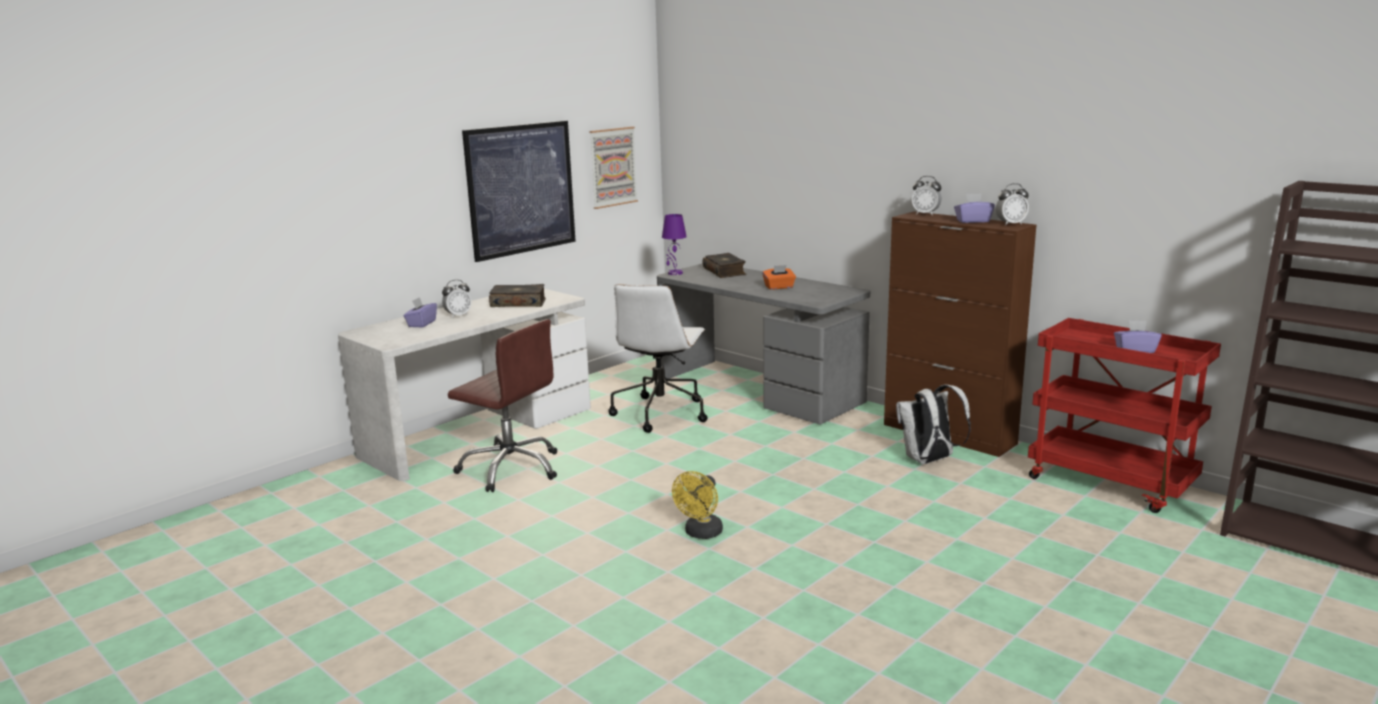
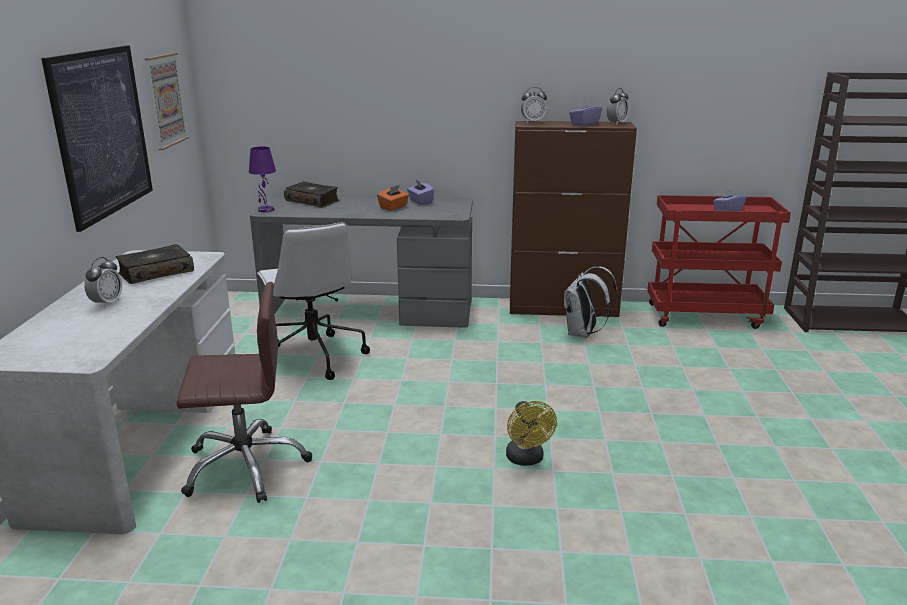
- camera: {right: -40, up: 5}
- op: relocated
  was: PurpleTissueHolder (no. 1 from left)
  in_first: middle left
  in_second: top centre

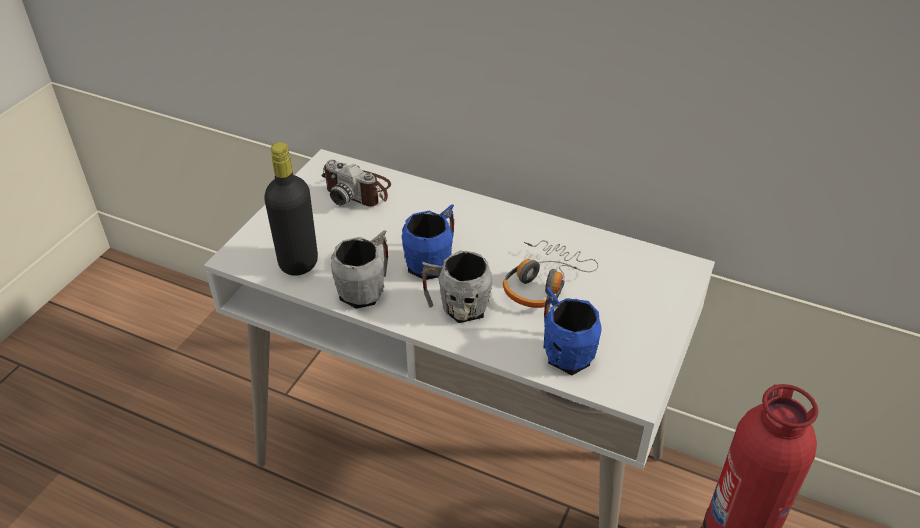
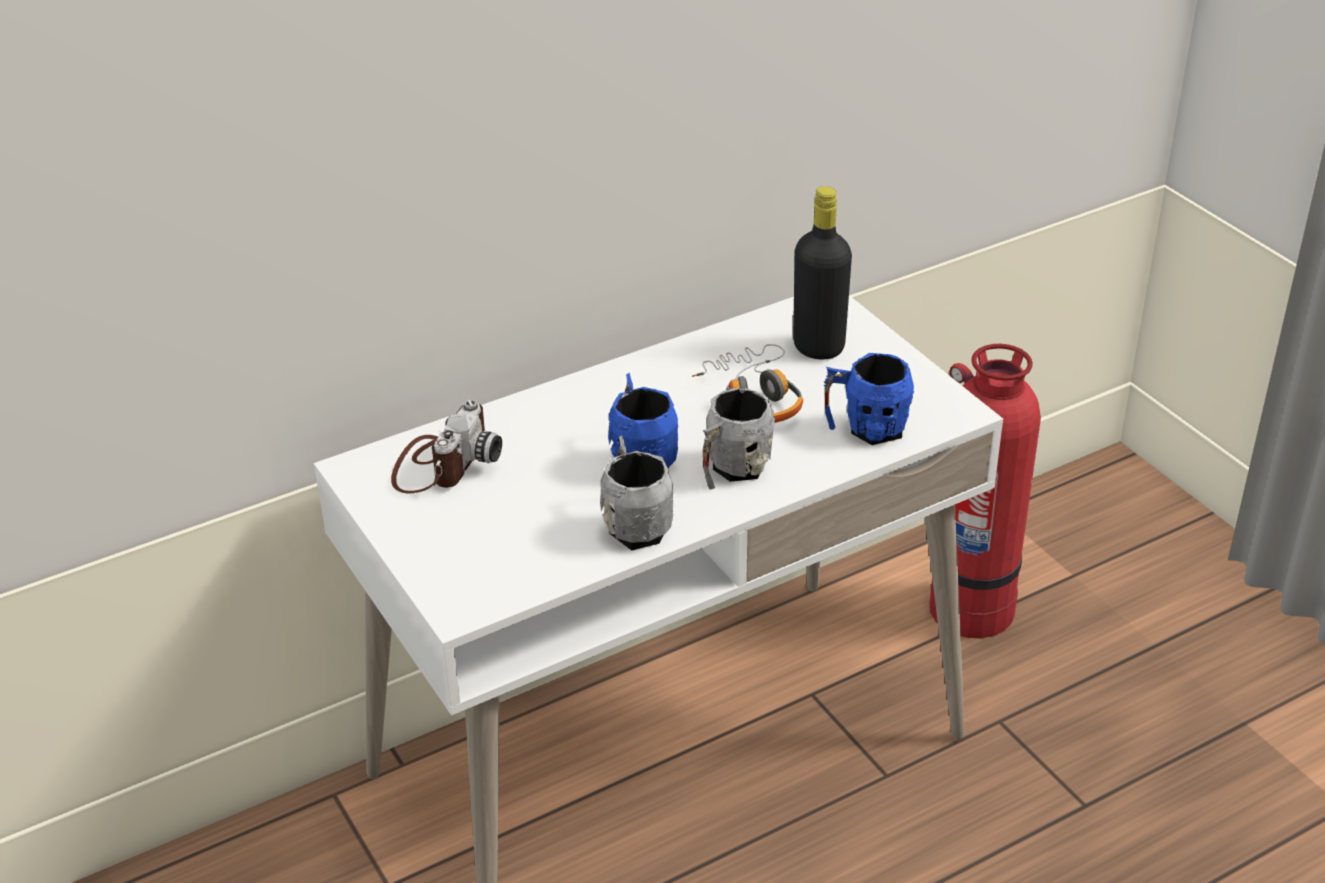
- camera: {right: -55, up: -5}
- op: relocated
  was: BlackishDrinkBottle
  in_first: middle left
  in_second: top centre
- op: spun
  was: StillCamera
  in_first: centre
  in_second: centre
  clockwise: -45

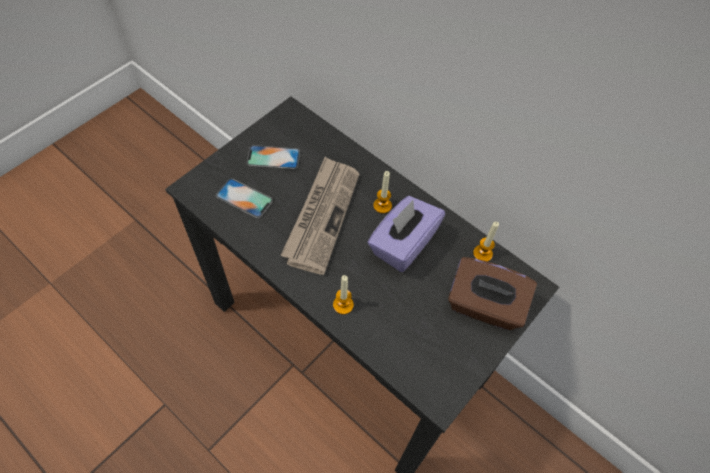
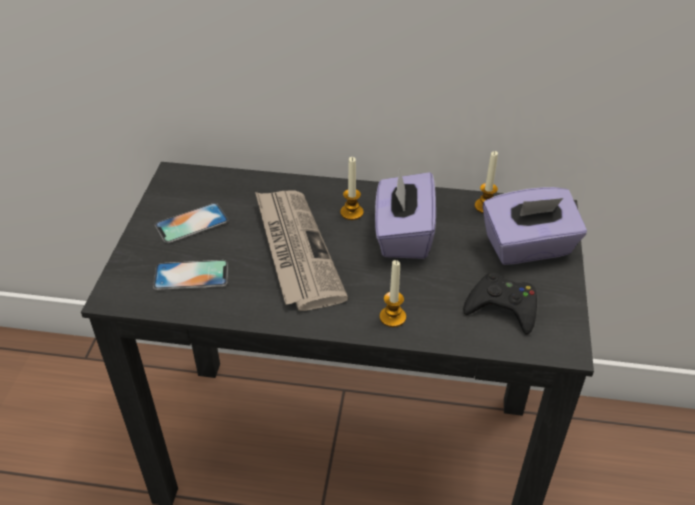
- camera: {right: -30, up: -15}
- op: appeared
  now: BlackishJoypad
  in_second: middle right
- op: colour
  was: BrownishTissueHolder
  now: PurpleTissueHolder (no. 2 from left)
  in_first: middle right
  in_second: middle right

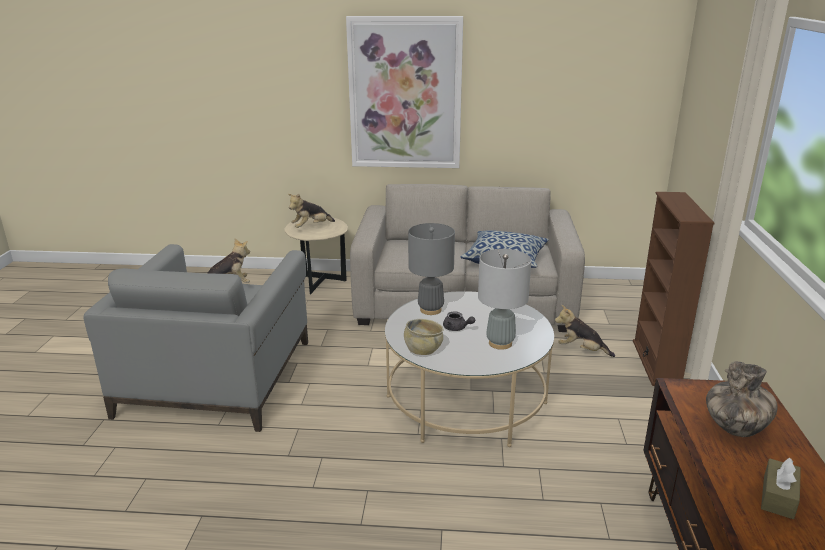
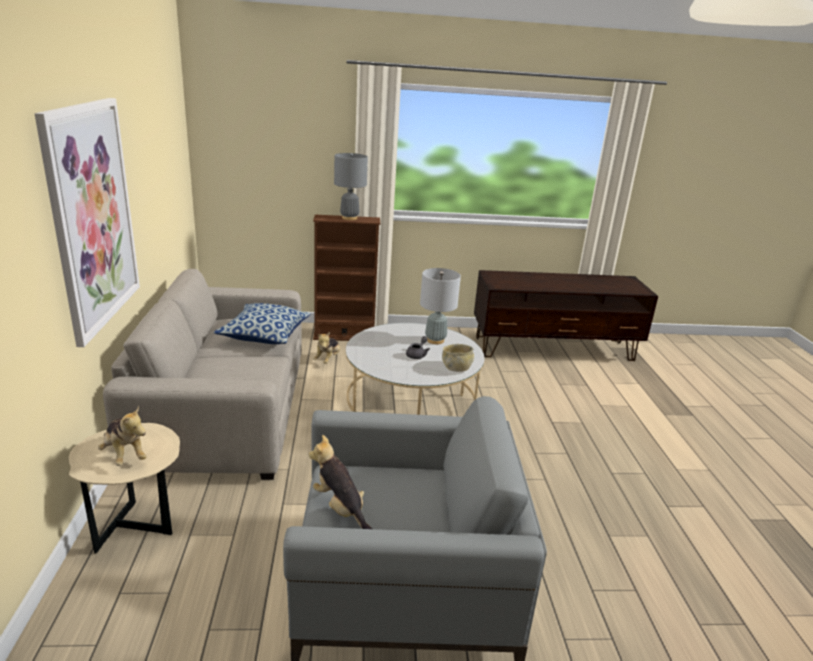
- camera: {right: -100, up: 0}
- op: missing
  was: DecorativeVase
  in_first: bottom right
- op: missing
  was: BrownishTissueHolder
  in_first: bottom right
- op: relocated
  was: GreyishLampForATable (no. 1 from left)
  in_first: centre
  in_second: top centre

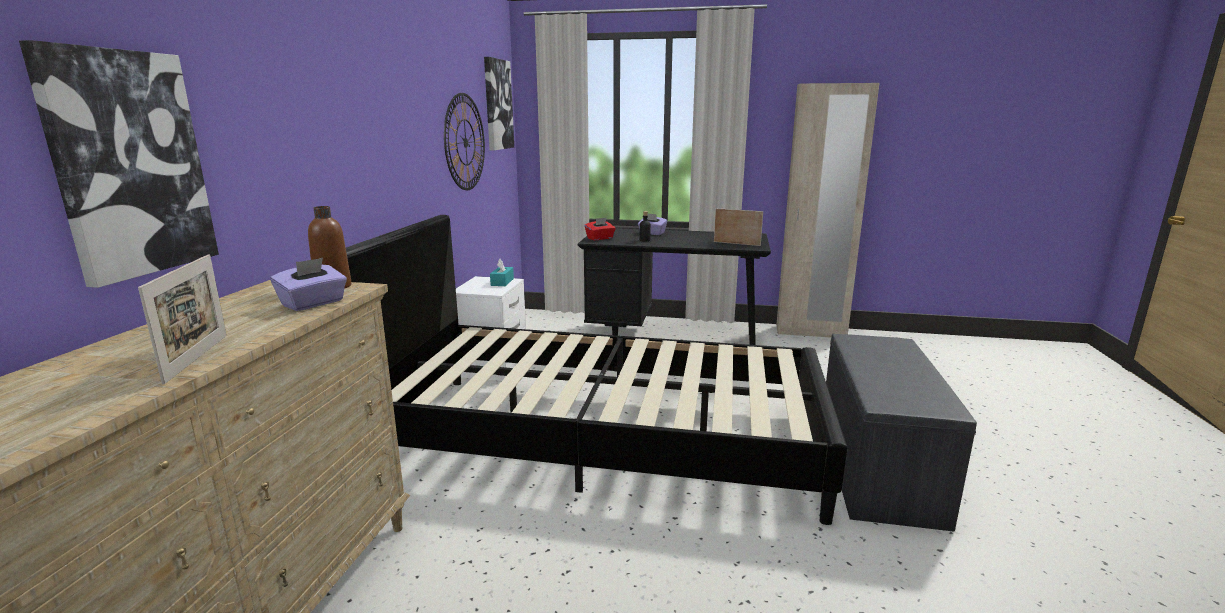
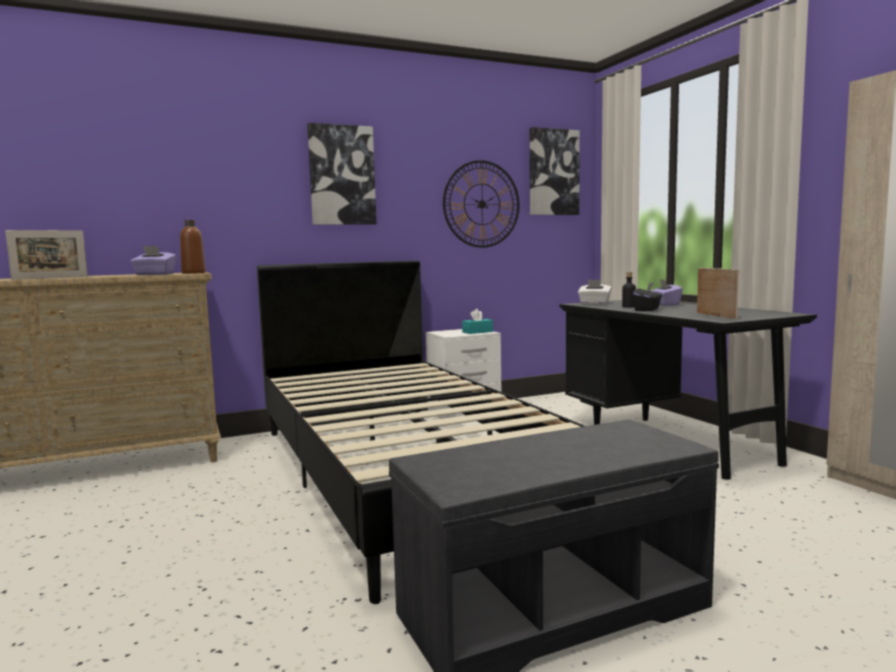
- camera: {right: 55, up: -10}
- op: appeared
  now: BlackishTissueHolder
  in_second: middle right
- op: relocated
  was: Picture (no. 1 from left)
  in_first: top left
  in_second: top centre
- op: colour
  was: RedColouredTissueHolder
  now: WhiteColouredTissueHolder
  in_first: centre
  in_second: centre

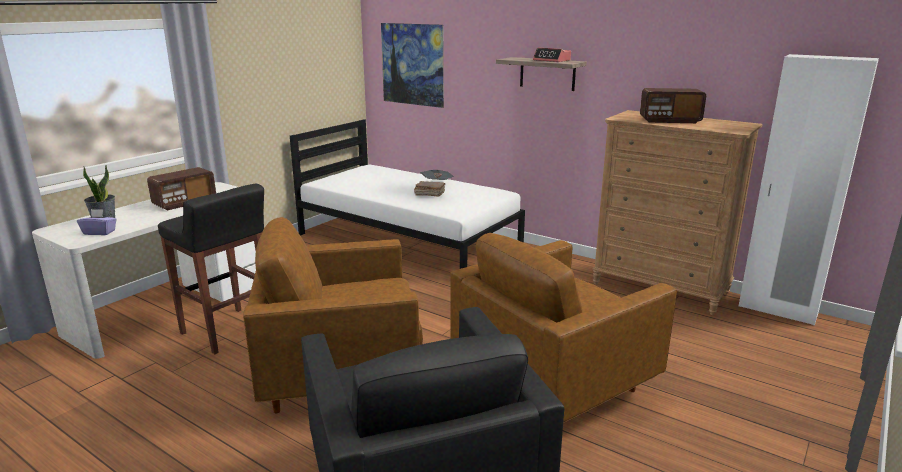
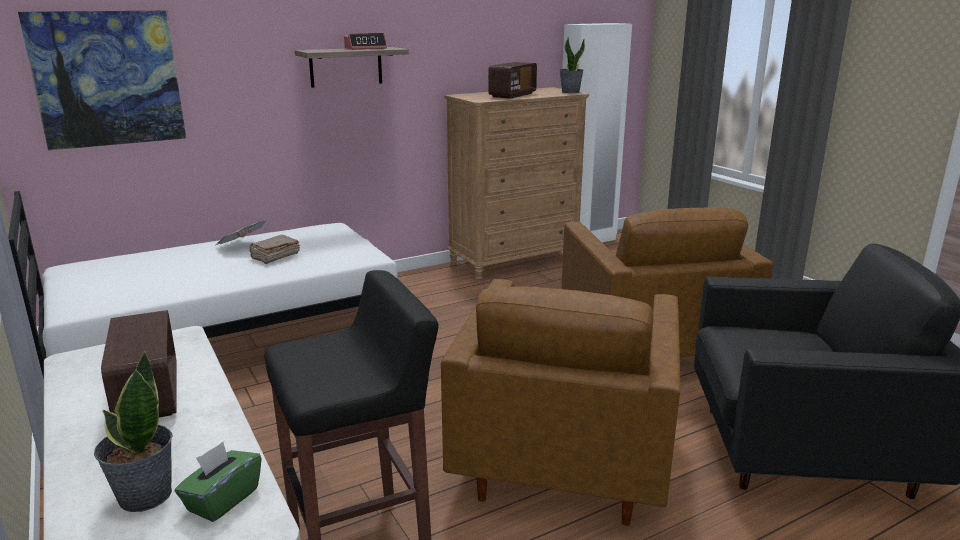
- camera: {right: -65, up: 0}
- op: appeared
  now: Houseplant (no. 2 from left)
  in_second: top centre
- op: colour
  was: PurpleTissueHolder
  now: GreenTissueHolder
  in_first: middle left
  in_second: bottom left

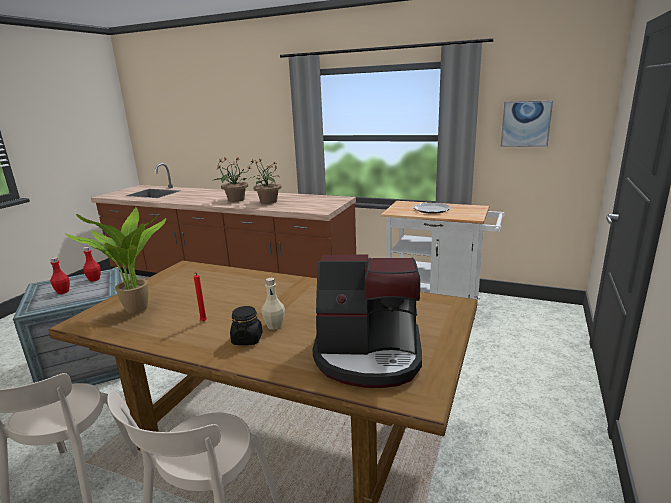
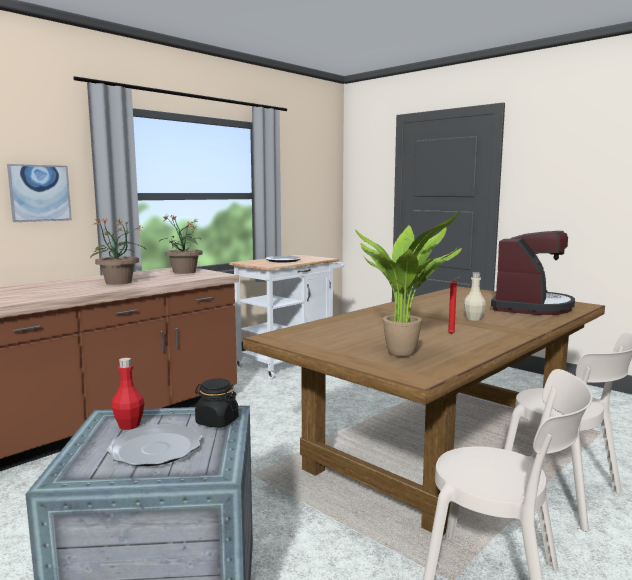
- camera: {right: -70, up: -10}
- op: relocated
  was: Houseplant (no. 2 from left)
  in_first: centre
  in_second: middle left
- op: relocated
  was: BlackishStorageJar
  in_first: centre
  in_second: bottom centre
- op: relocated
  was: Picture
  in_first: top right
  in_second: top left
- op: exchanged
  was: RedColouredDrinkBottle (no. 1 from left)
  now: Plate (no. 1 from left)
  in_first: middle left
  in_second: bottom left

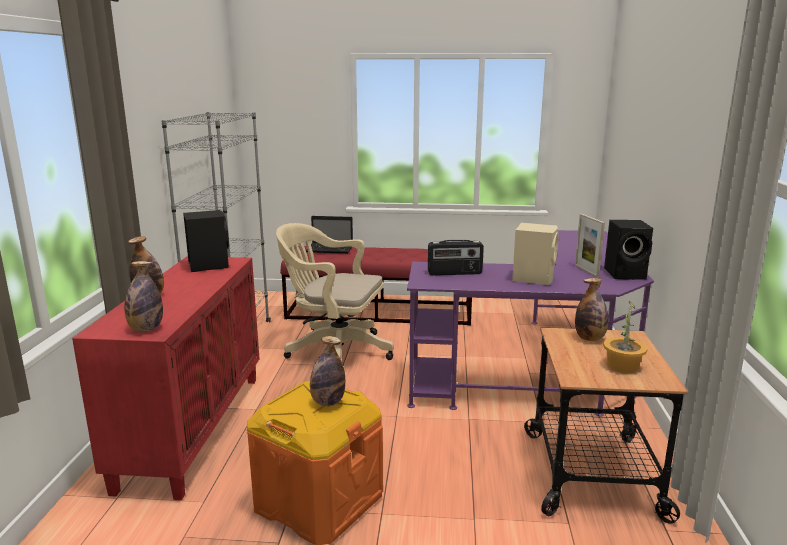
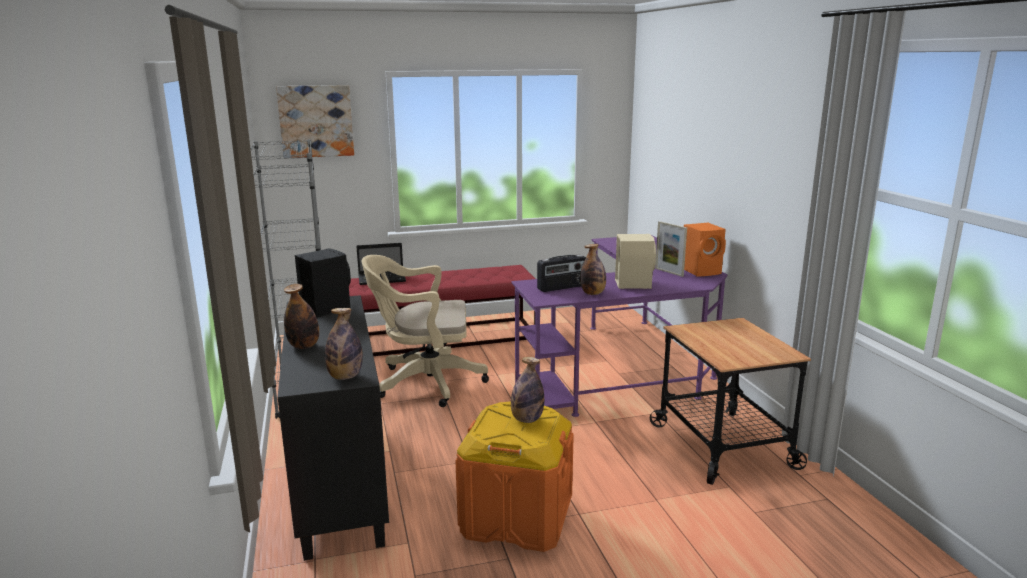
- camera: {right: -20, up: 0}
- op: missing
  was: Houseplant
  in_first: middle right
- op: appeared
  now: Picture
  in_second: top left
- op: relocated
  was: DrinkBottle (no. 4 from left)
  in_first: middle right
  in_second: centre
- op: colour
  was: RedColouredCupboard
  now: BlackishCupboard
  in_first: bottom left
  in_second: bottom left
- op: colour
  was: BlackishSpeaker (no. 2 from left)
  now: OrangeySpeaker
  in_first: middle right
  in_second: middle right

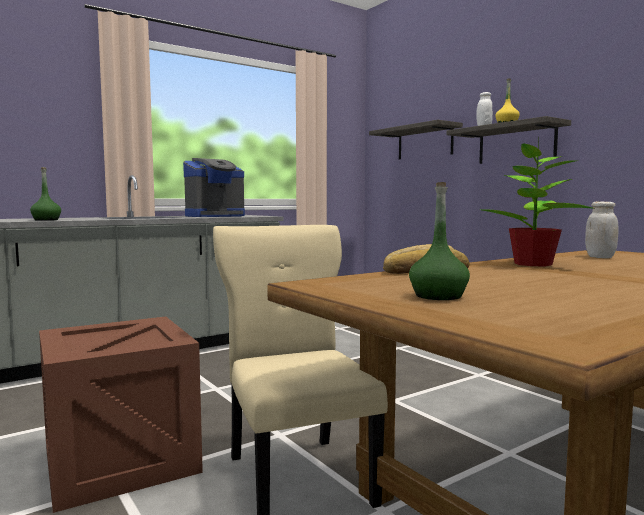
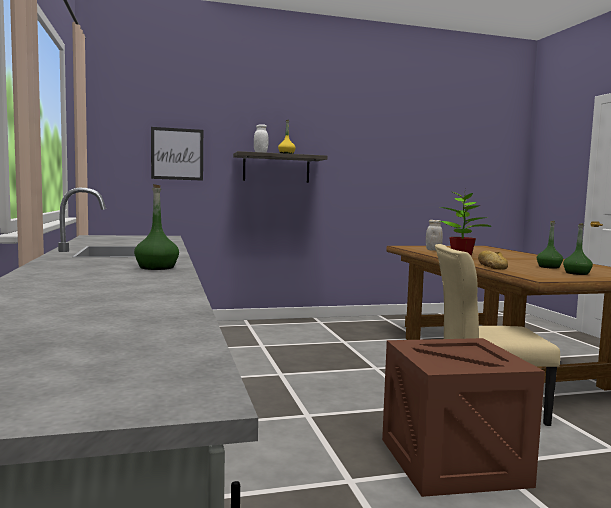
- camera: {right: -70, up: 0}
- op: missing
  was: CoffeeMachine
  in_first: middle left
- op: appeared
  now: GreenDrinkBottle (no. 2 from left)
  in_second: middle right
- op: exchanged
  was: Shelf (no. 1 from left)
  now: Picture
  in_first: top centre
  in_second: top left

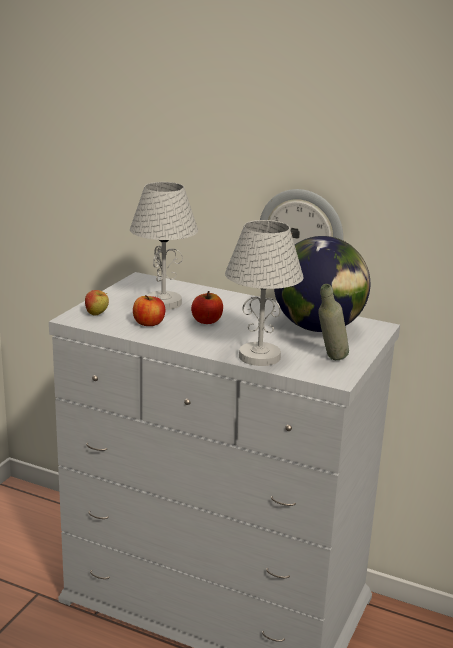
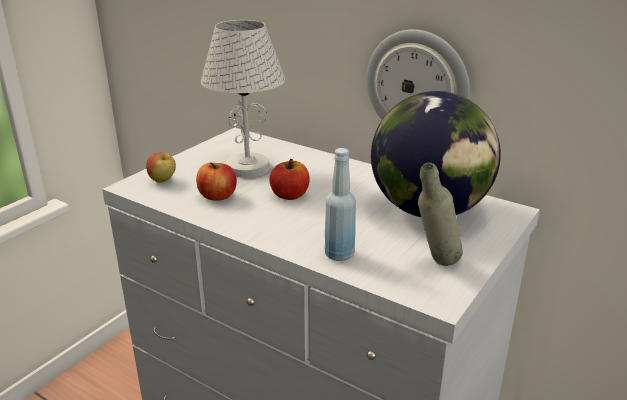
- camera: {right: 10, up: 5}
- op: exchanged
  was: WhiteColouredLampForATable (no. 2 from left)
  now: BlueDrinkBottle
  in_first: centre
  in_second: centre

